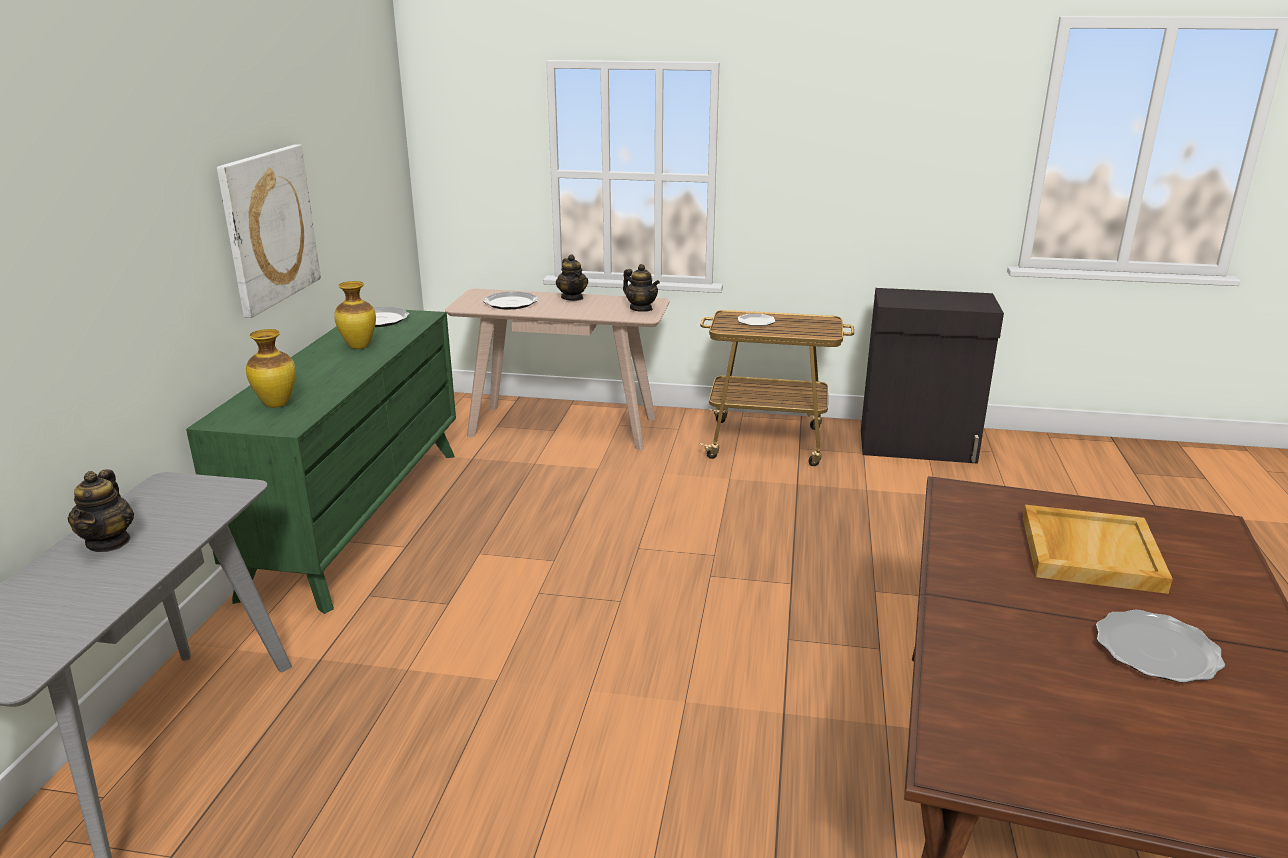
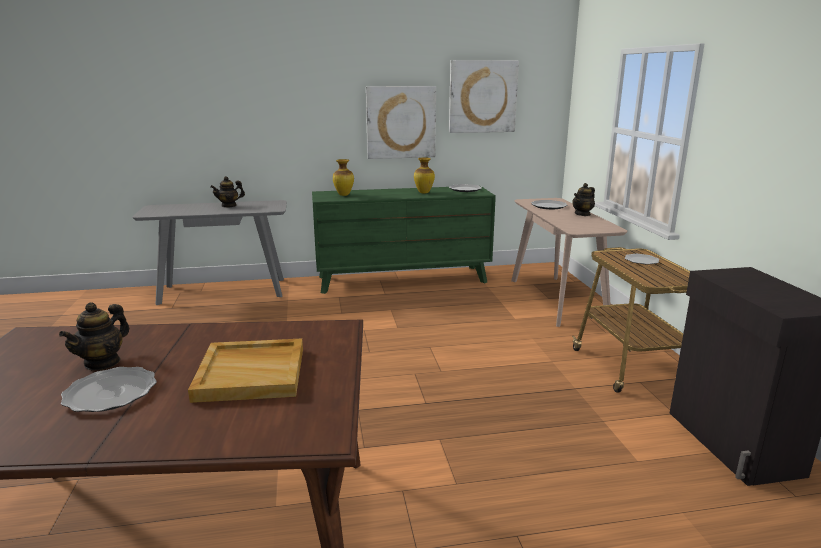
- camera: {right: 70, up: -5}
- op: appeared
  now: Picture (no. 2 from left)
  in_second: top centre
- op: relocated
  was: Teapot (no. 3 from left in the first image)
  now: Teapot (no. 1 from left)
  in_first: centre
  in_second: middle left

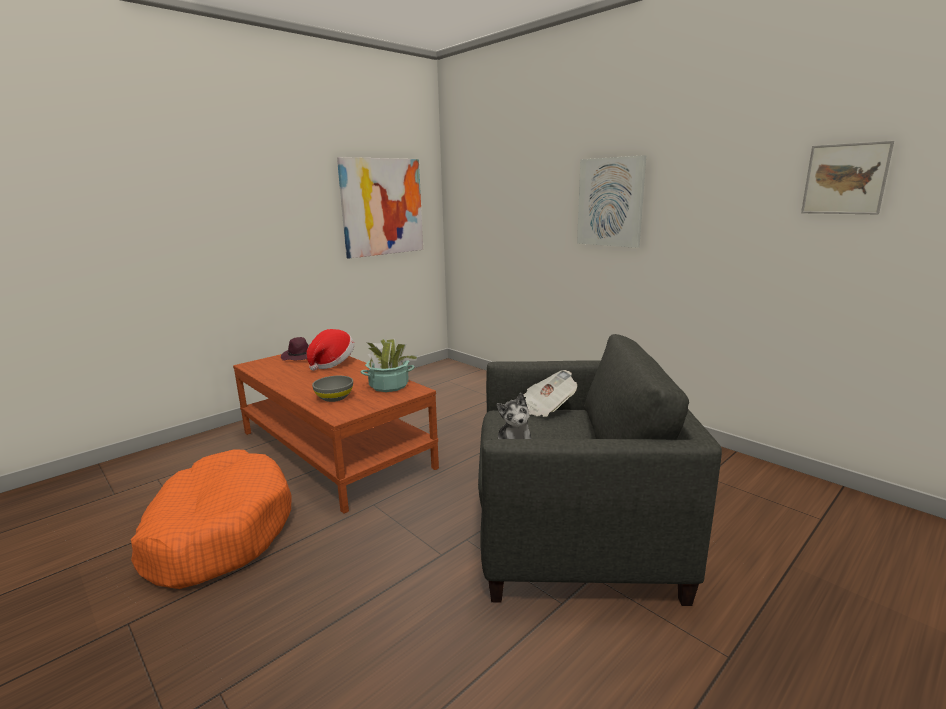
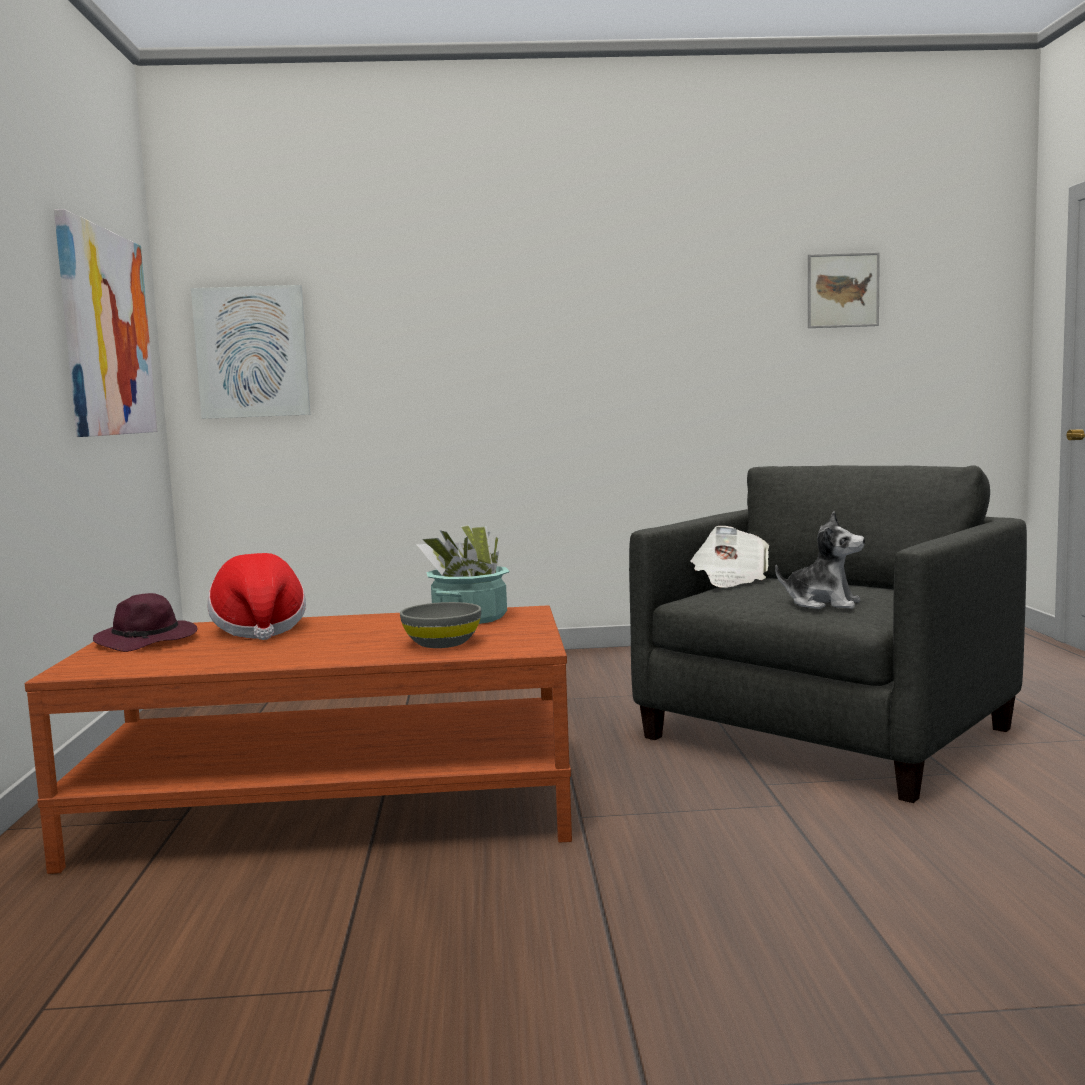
- camera: {right: -50, up: -10}
- op: missing
  was: OrangeyDogBed
  in_first: bottom left
- op: relocated
  was: Picture (no. 2 from left)
  in_first: top centre
  in_second: top left

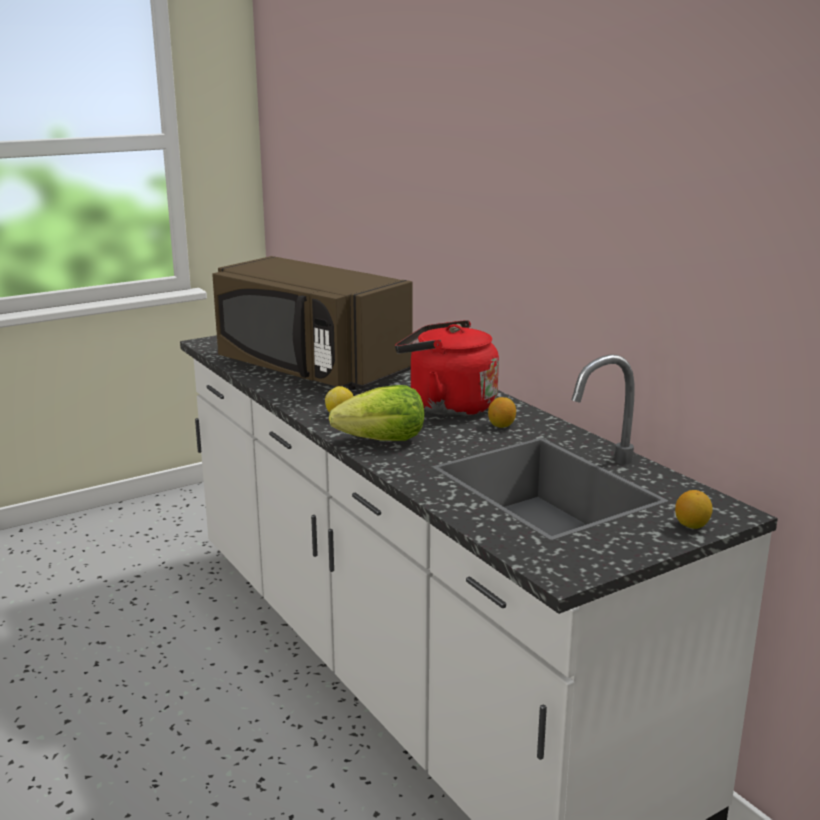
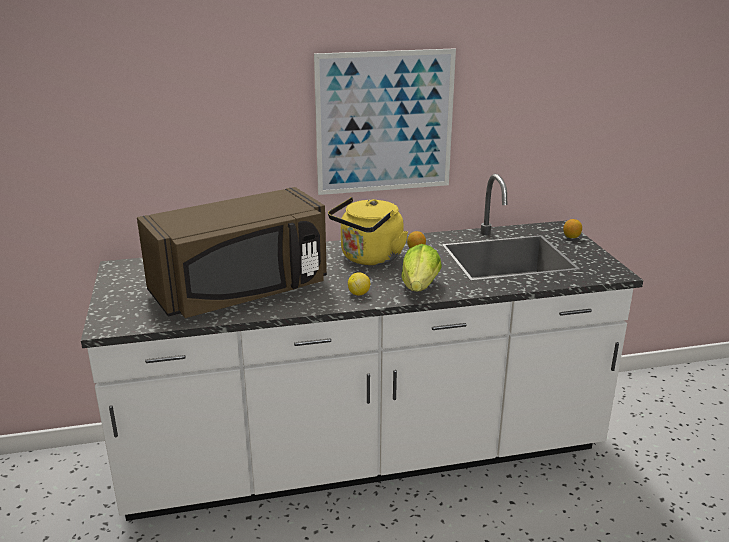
- camera: {right: -70, up: 5}
- op: appeared
  now: Picture
  in_second: top centre
- op: colour
  was: RedColouredKettle
  now: YellowColouredKettle
  in_first: centre
  in_second: centre

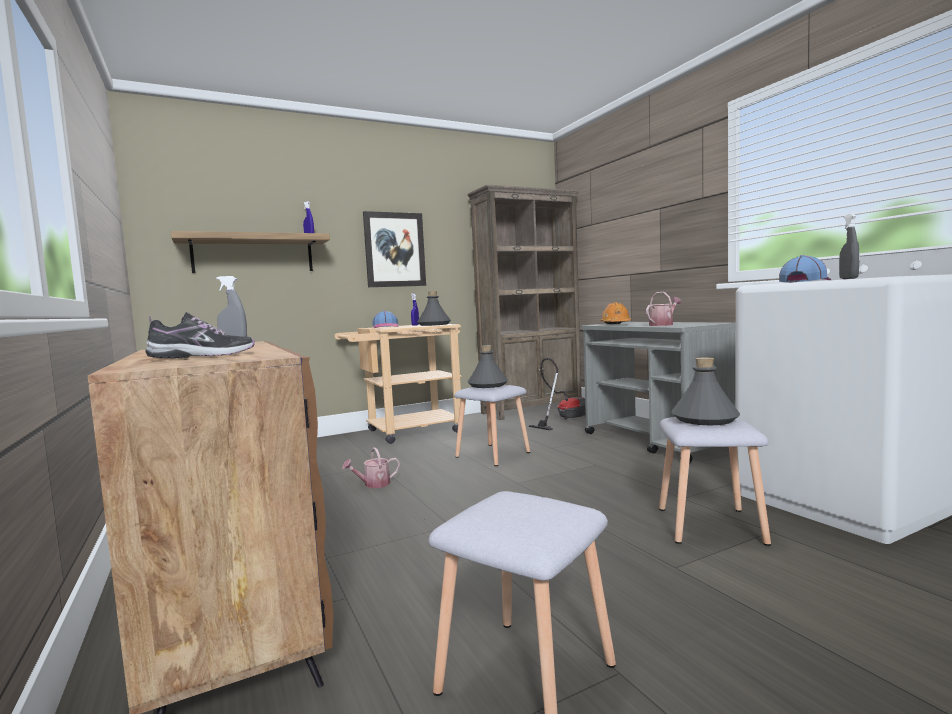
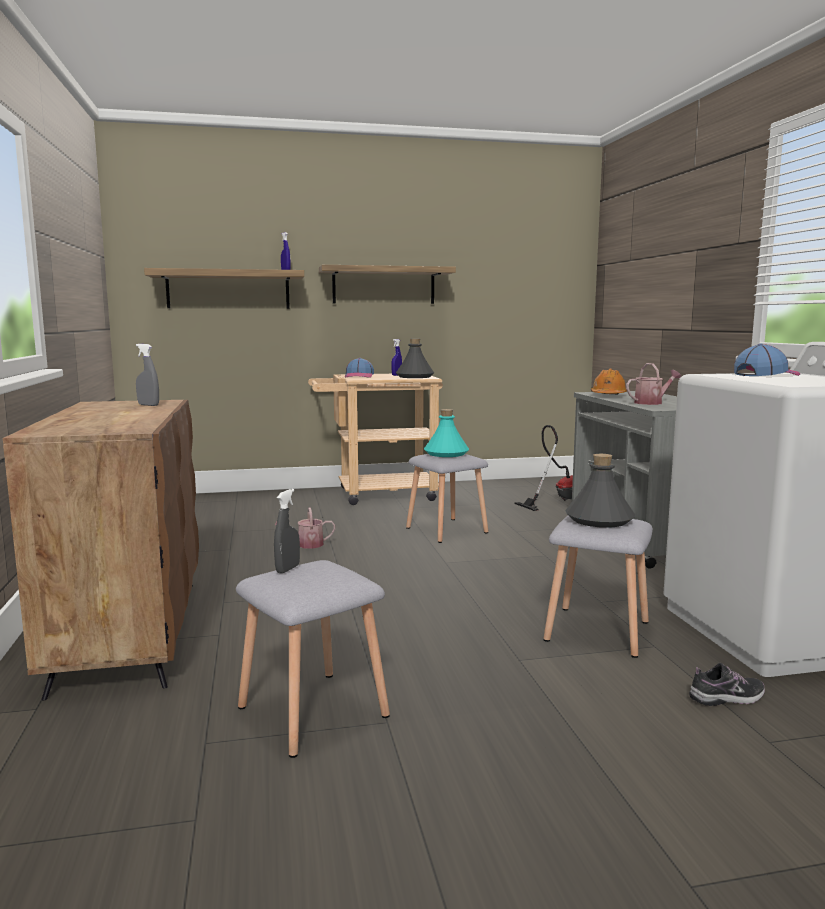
- camera: {right: 15, up: 5}
- op: missing
  was: BrownishBookcase
  in_first: centre
- op: relocated
  was: ItemOfFootwear
  in_first: middle left
  in_second: bottom right
- op: relocated
  was: GreyishSprayBottle (no. 2 from left)
  in_first: middle right
  in_second: centre
- op: exchanged
  was: Picture
  now: Shelf (no. 2 from left)
  in_first: centre
  in_second: top centre
- op: colour
  was: GreyishDrinkBottle (no. 2 from left)
  now: TurquoiseColouredDrinkBottle
  in_first: centre
  in_second: centre

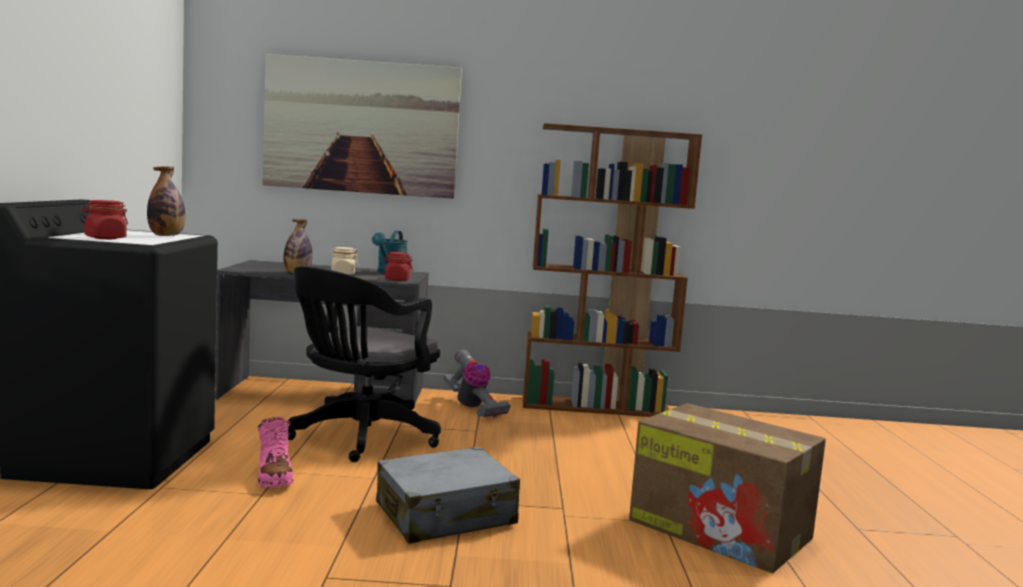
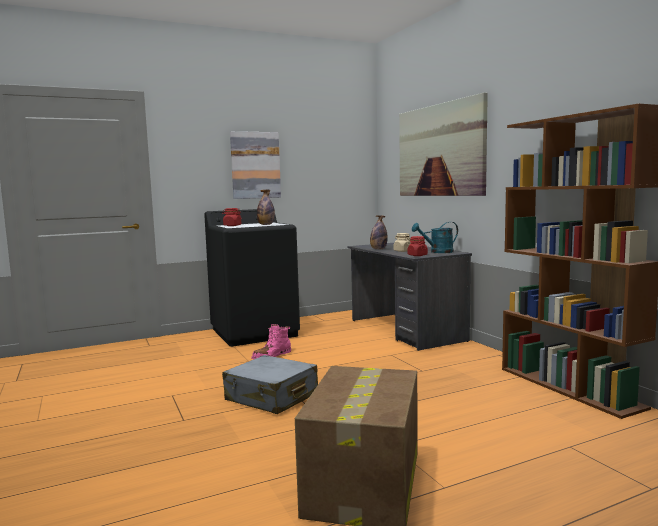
- camera: {right: 65, up: 0}
- op: missing
  was: BlackishDeskChair
  in_first: centre
- op: missing
  was: Vacuum
  in_first: centre
- op: appeared
  now: Picture (no. 1 from left)
  in_second: top centre

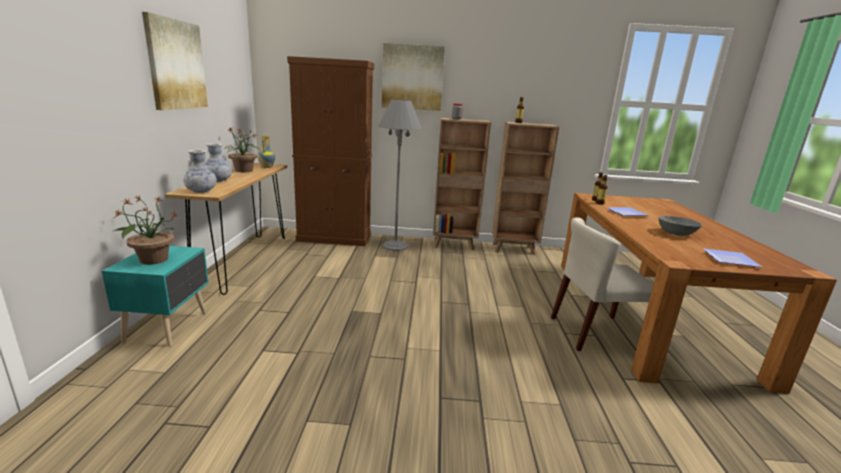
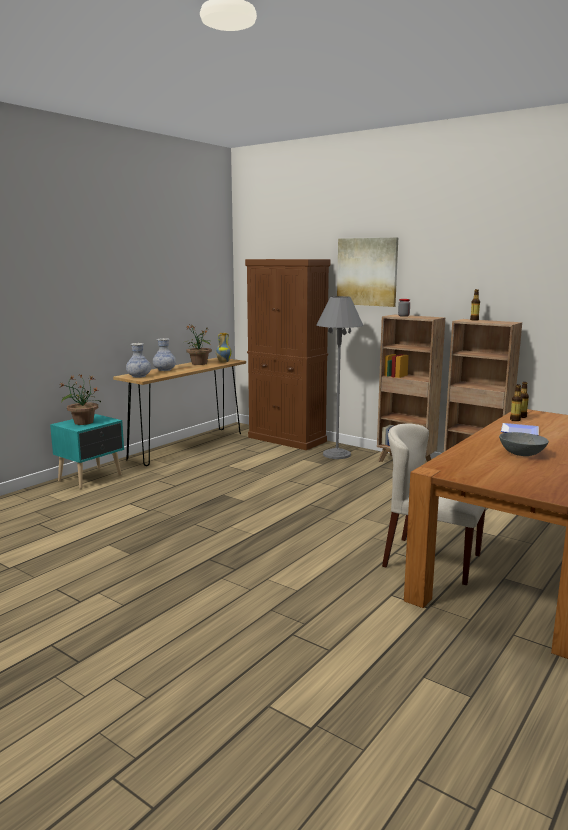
- camera: {right: 35, up: -5}
- op: missing
  was: Picture (no. 1 from left)
  in_first: top left
- op: missing
  was: Plate (no. 2 from left)
  in_first: middle right

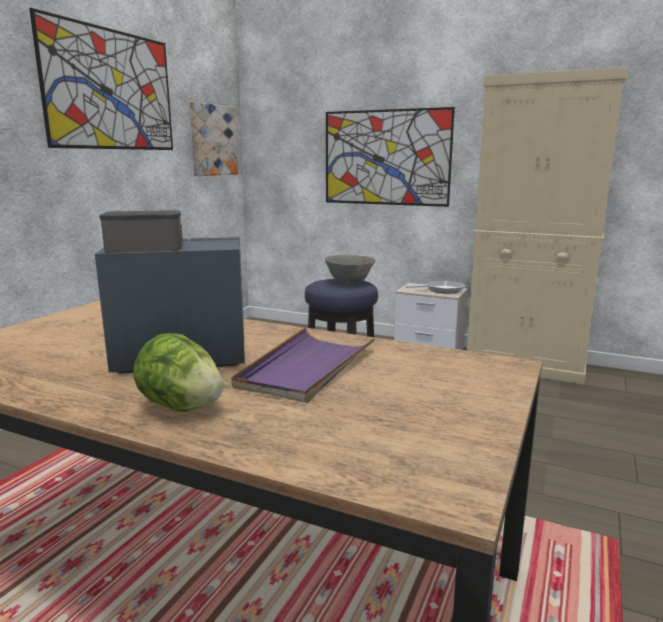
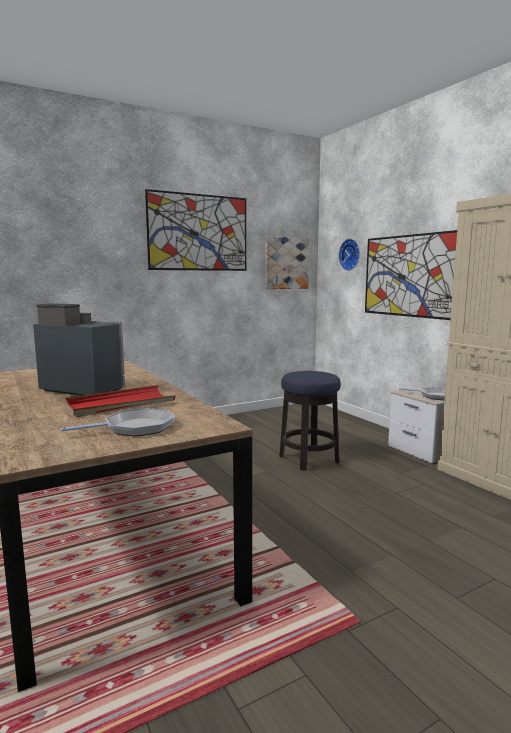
- camera: {right: 35, up: -5}
- op: missing
  was: HeadOfLettuce
  in_first: middle left
- op: missing
  was: GreyishDeepDish
  in_first: centre
- op: appeared
  now: FryingPan (no. 1 from left)
  in_second: middle left
- op: appeared
  now: ClockOnTheWall
  in_second: middle right
- op: colour
  was: PurpleTray
  now: RedColouredTray
  in_first: centre
  in_second: middle left

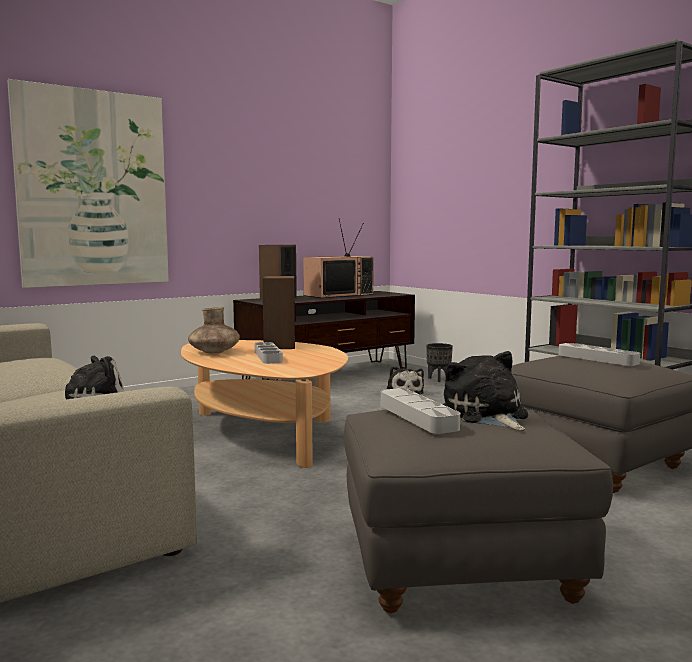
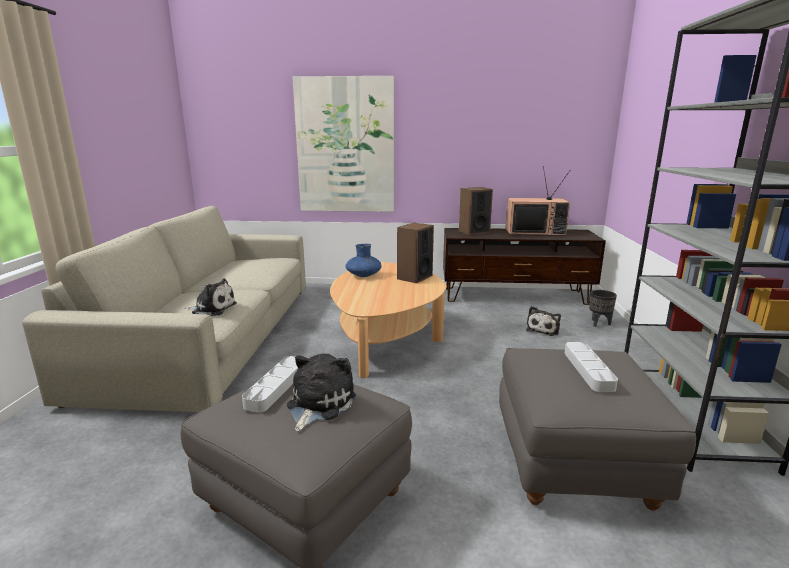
- camera: {right: 40, up: 10}
- op: missing
  was: GreyishTray (no. 1 from left)
  in_first: centre
- op: colour
  was: BrownishDecorativeVase
  now: BlueDecorativeVase
  in_first: middle left
  in_second: centre

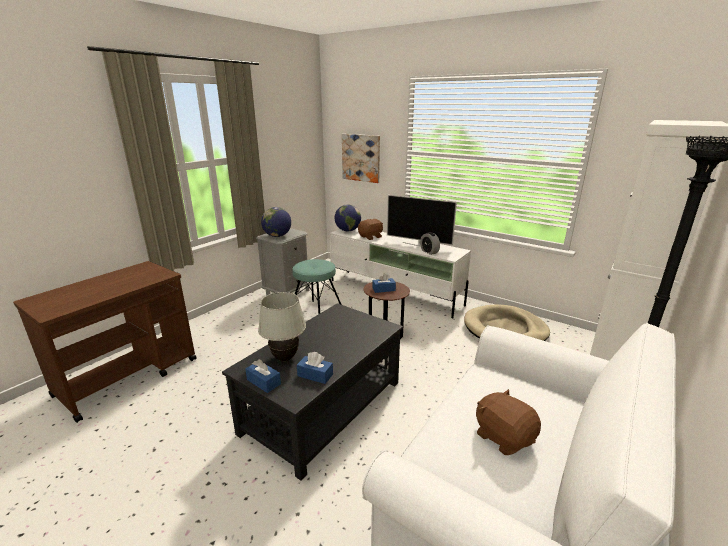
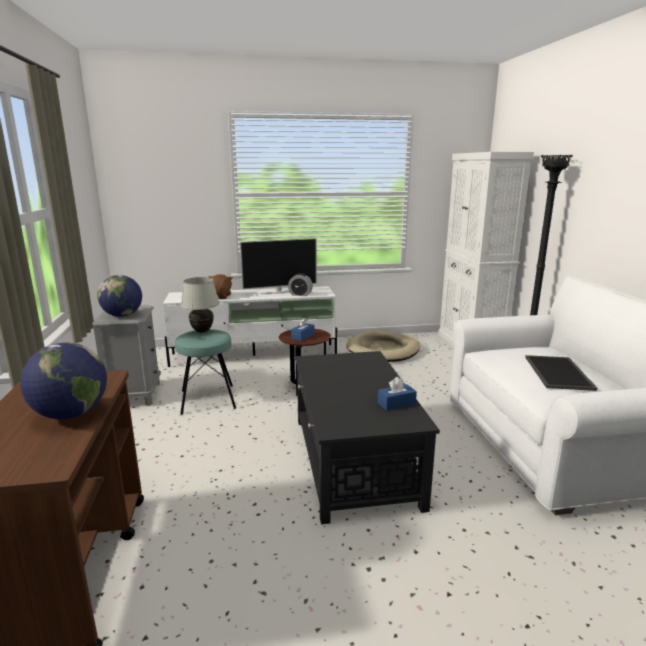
- camera: {right: -45, up: -5}
- op: missing
  was: BlueTissueHolder (no. 1 from left)
  in_first: bottom centre
- op: missing
  was: Picture
  in_first: top centre
- op: relocated
  was: WhiteColouredLampForATable
  in_first: centre
  in_second: middle left
- op: relocated
  was: DeskGlobe (no. 2 from left in the first image)
  now: DeskGlobe (no. 1 from left)
  in_first: centre
  in_second: middle left
- op: exchanged
  was: BrownishSoftToy (no. 2 from left)
  now: Tray
  in_first: bottom right
  in_second: middle right

